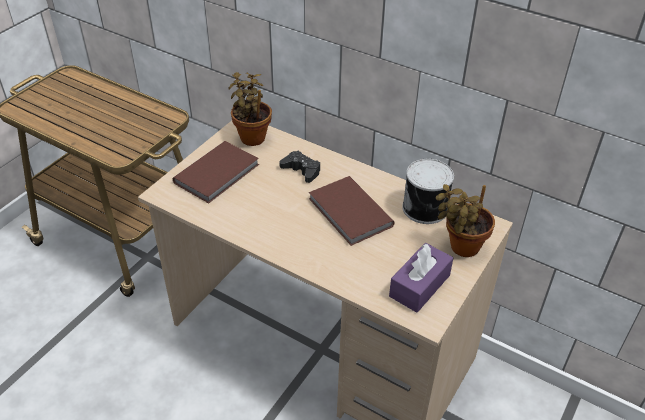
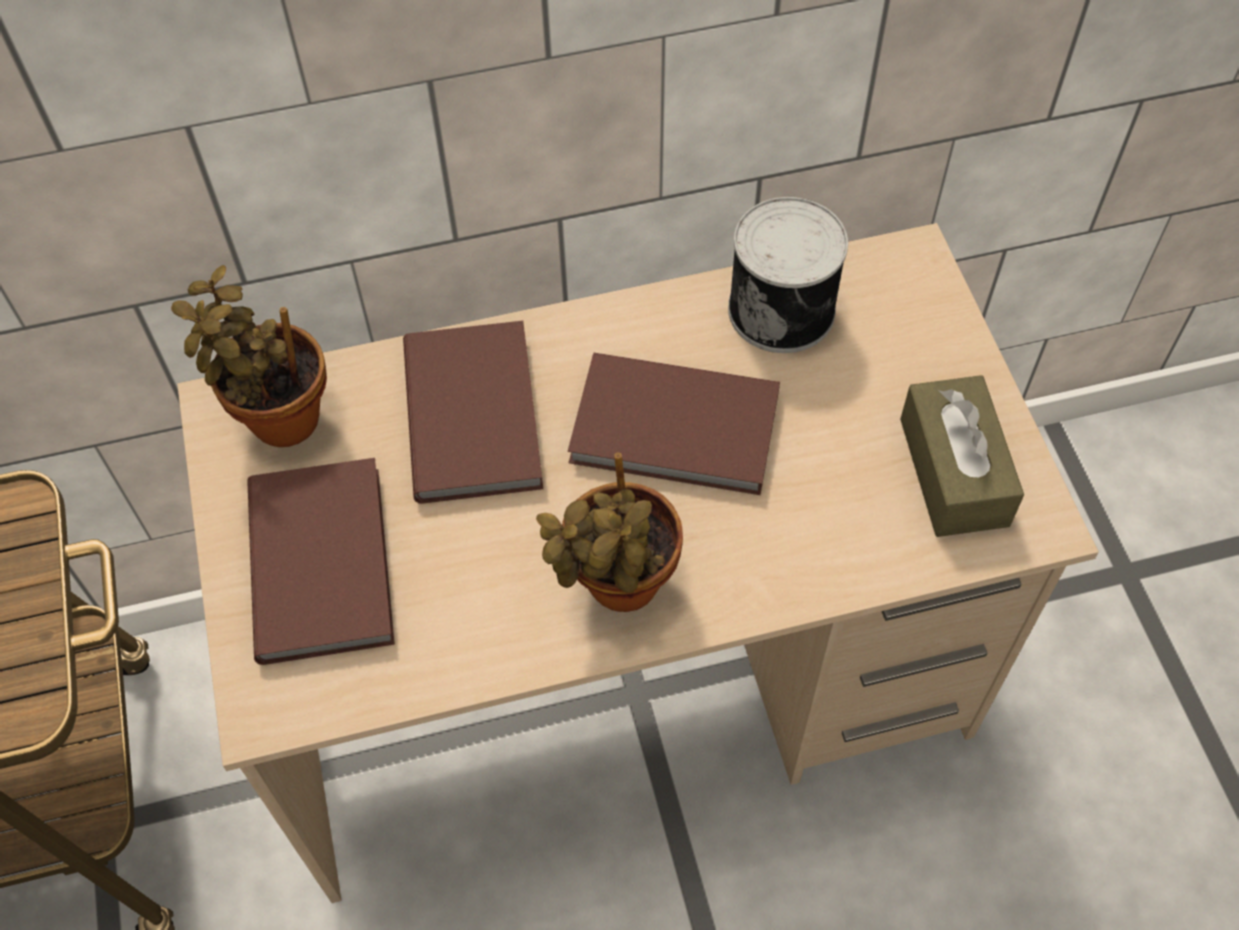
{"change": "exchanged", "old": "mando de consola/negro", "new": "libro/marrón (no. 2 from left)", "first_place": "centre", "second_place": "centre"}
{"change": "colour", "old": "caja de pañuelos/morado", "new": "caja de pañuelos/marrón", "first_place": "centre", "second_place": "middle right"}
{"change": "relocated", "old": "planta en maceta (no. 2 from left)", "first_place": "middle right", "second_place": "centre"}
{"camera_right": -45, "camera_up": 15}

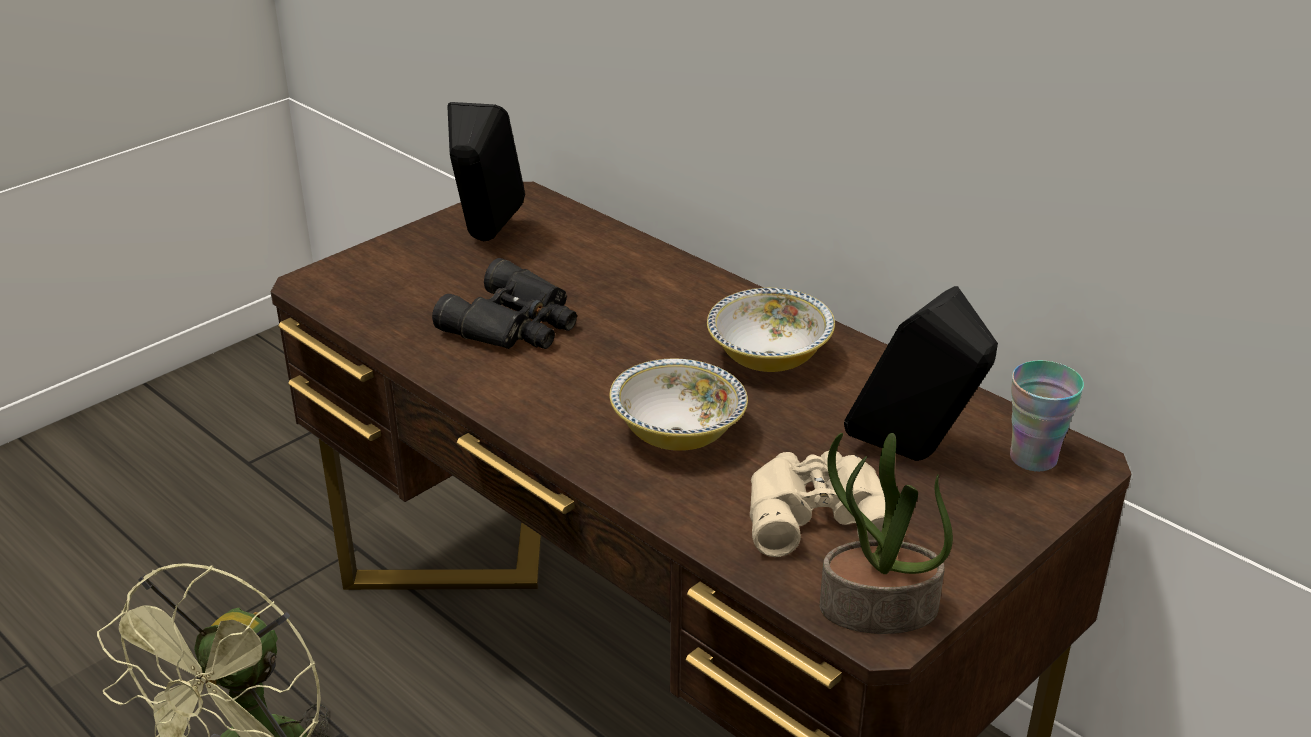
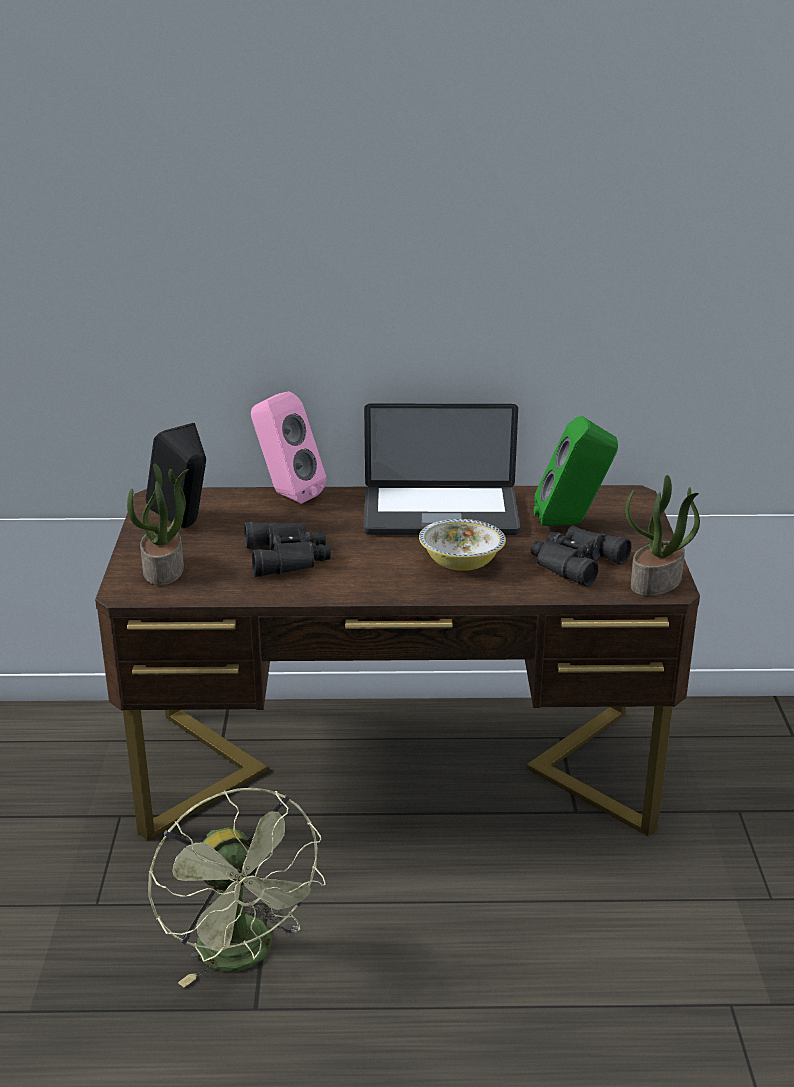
{"change": "exchanged", "old": "cuenco (no. 2 from left)", "new": "portátil", "first_place": "centre", "second_place": "centre"}
{"change": "colour", "old": "prismáticos/beis", "new": "prismáticos/negro (no. 2 from left)", "first_place": "bottom centre", "second_place": "middle right"}
{"change": "colour", "old": "altavoz/negro (no. 2 from left)", "new": "altavoz/verde", "first_place": "middle right", "second_place": "middle right"}
{"change": "missing", "old": "taza", "first_place": "middle right"}
{"change": "appeared", "new": "planta en maceta (no. 1 from left)", "second_place": "middle left"}
{"change": "appeared", "new": "altavoz/rosa", "second_place": "centre"}
{"camera_right": -45, "camera_up": -5}

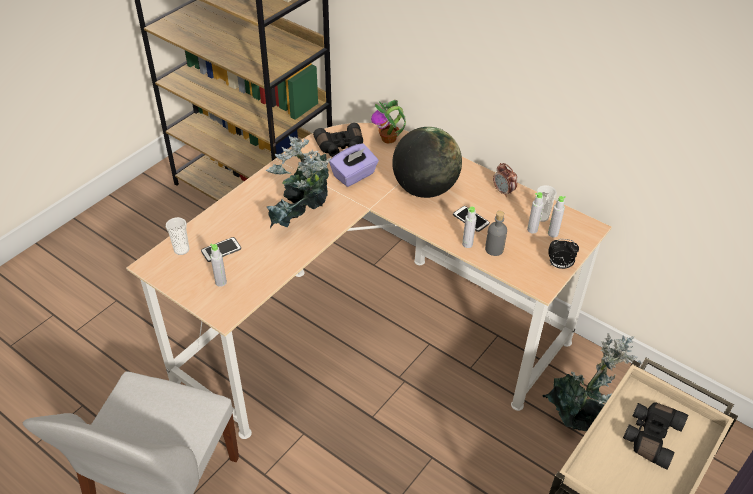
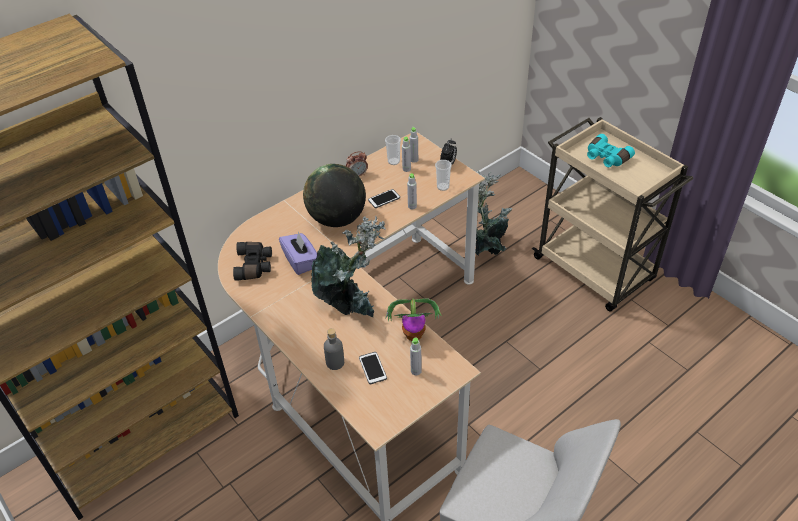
{"change": "relocated", "old": "taza (no. 1 from left in the first image)", "new": "taza (no. 2 from left)", "first_place": "middle left", "second_place": "centre"}
{"change": "relocated", "old": "planta en maceta (no. 2 from left)", "first_place": "top centre", "second_place": "centre"}
{"change": "relocated", "old": "botella/gris (no. 3 from left in the first image)", "new": "botella/gris (no. 1 from left)", "first_place": "centre", "second_place": "bottom centre"}
{"change": "colour", "old": "prismáticos/negro (no. 2 from left)", "new": "prismáticos/turquesa", "first_place": "bottom right", "second_place": "top right"}
{"camera_right": -75, "camera_up": 0}

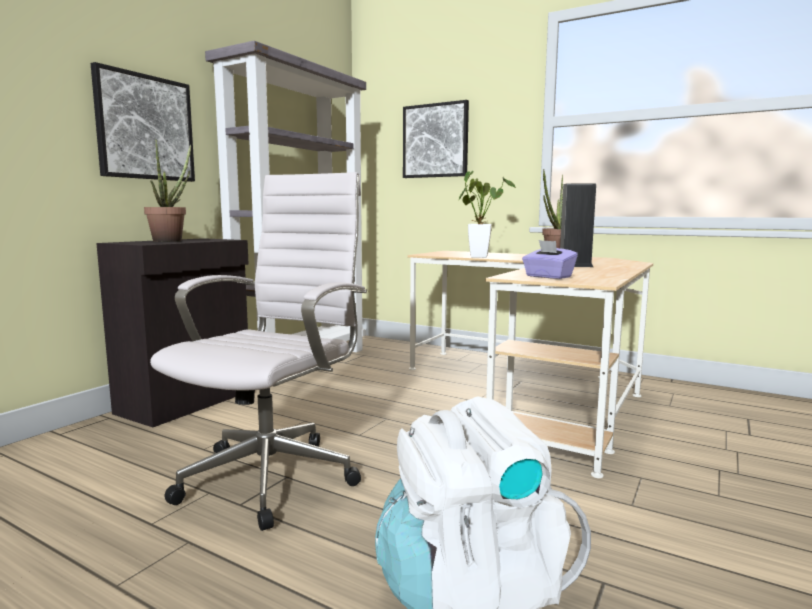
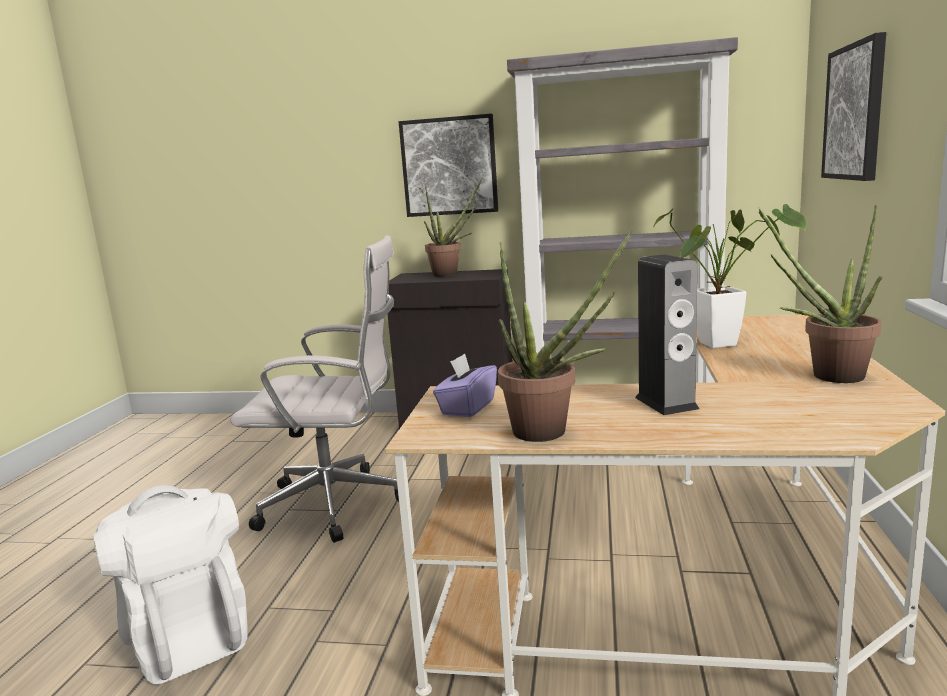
{"change": "appeared", "new": "planta en maceta (no. 2 from left)", "second_place": "centre"}
{"camera_right": 70, "camera_up": 5}

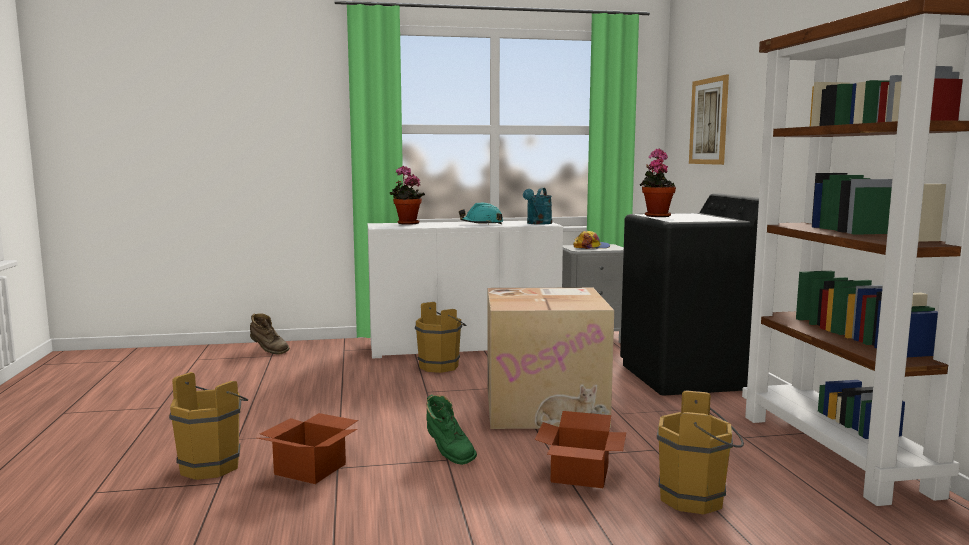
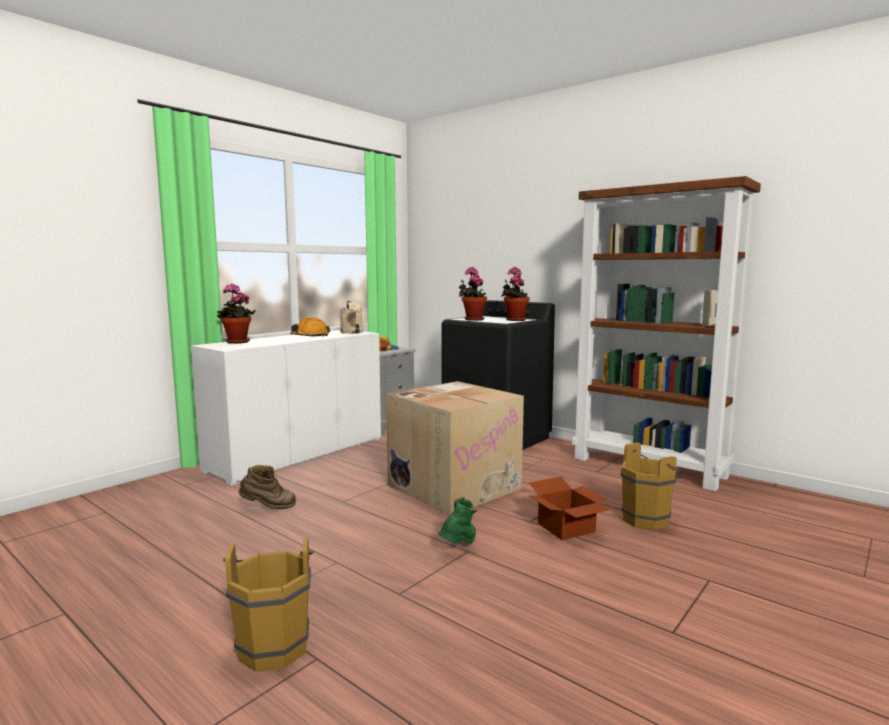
{"change": "relocated", "old": "bota/marrón", "first_place": "middle left", "second_place": "bottom left"}
{"change": "missing", "old": "caja de cartón (no. 1 from left)", "first_place": "bottom left"}
{"change": "missing", "old": "cubo/marrón (no. 2 from left)", "first_place": "centre"}
{"change": "spun", "old": "bota/verde", "first_place": "bottom centre", "second_place": "bottom centre", "degrees": -75}
{"change": "colour", "old": "casco/turquesa", "new": "casco/naranja", "first_place": "centre", "second_place": "centre"}
{"change": "colour", "old": "regadera/turquesa", "new": "regadera/beis", "first_place": "centre", "second_place": "centre"}
{"change": "missing", "old": "cuadro", "first_place": "top right"}
{"change": "appeared", "new": "planta en maceta (no. 3 from left)", "second_place": "centre"}
{"camera_right": -40, "camera_up": 0}

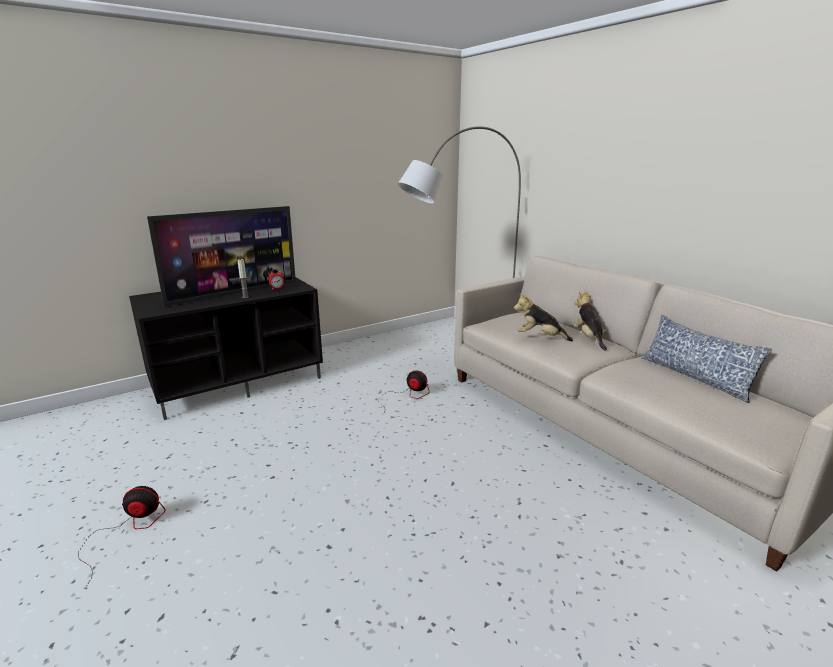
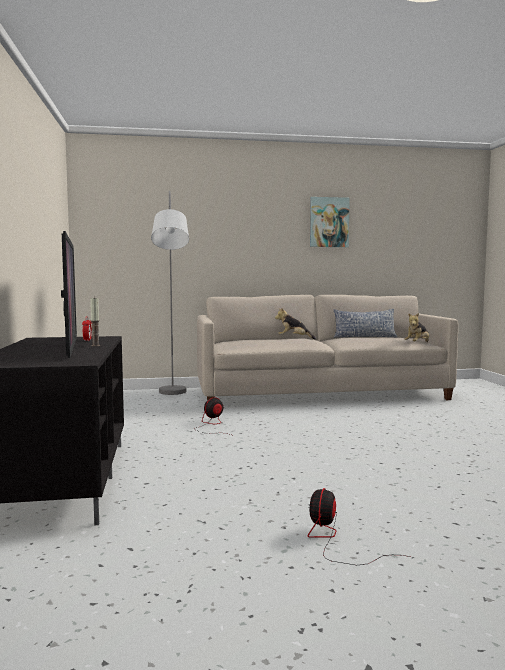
{"change": "relocated", "old": "peluche (no. 1 from left in the first image)", "new": "peluche (no. 2 from left)", "first_place": "centre", "second_place": "middle right"}
{"change": "appeared", "new": "cuadro", "second_place": "top centre"}
{"camera_right": -65, "camera_up": -15}

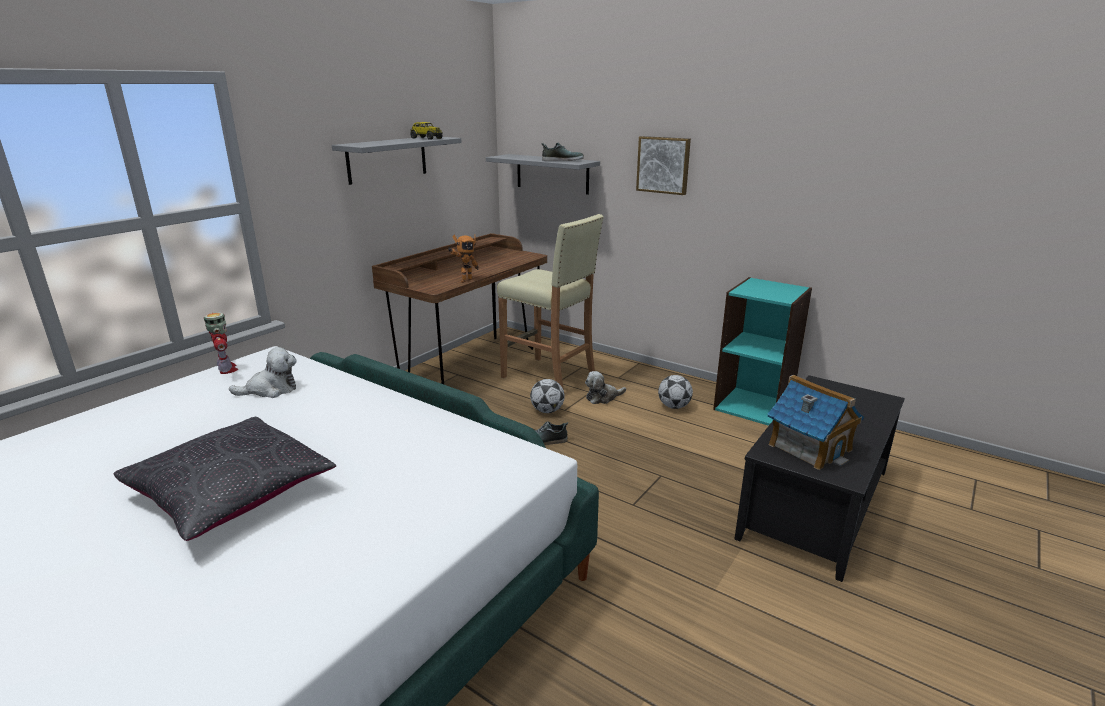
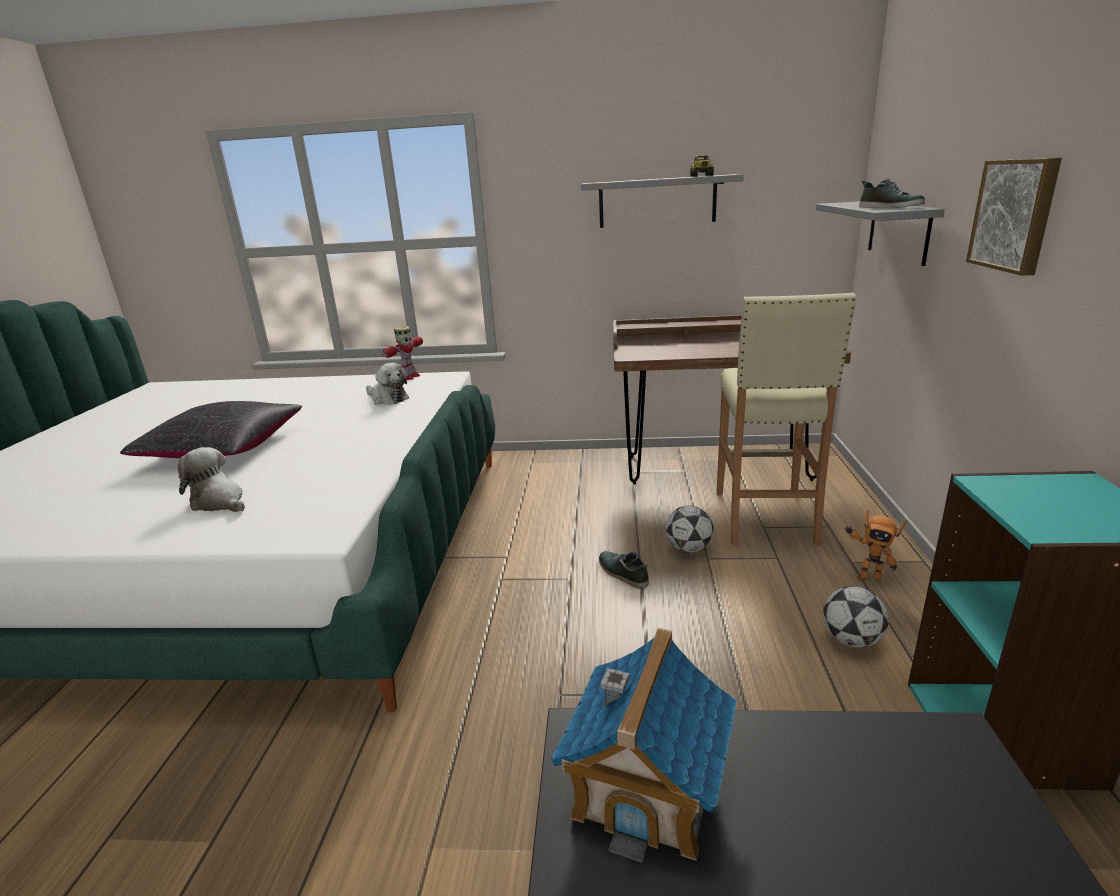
{"change": "relocated", "old": "robot de juguete (no. 2 from left)", "first_place": "centre", "second_place": "middle right"}
{"change": "relocated", "old": "peluche (no. 2 from left in the first image)", "new": "peluche (no. 1 from left)", "first_place": "centre", "second_place": "middle left"}
{"camera_right": 60, "camera_up": 0}

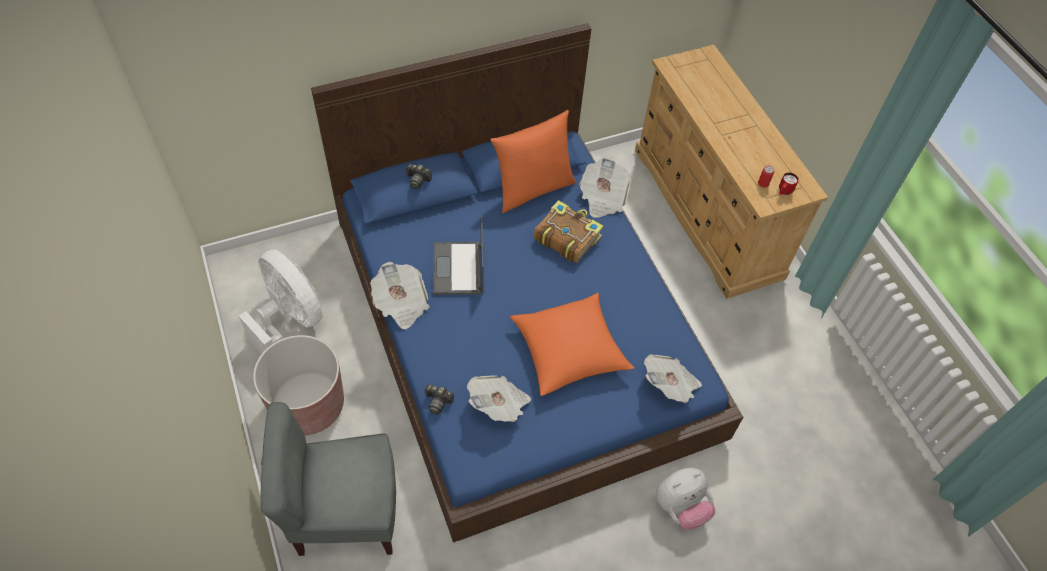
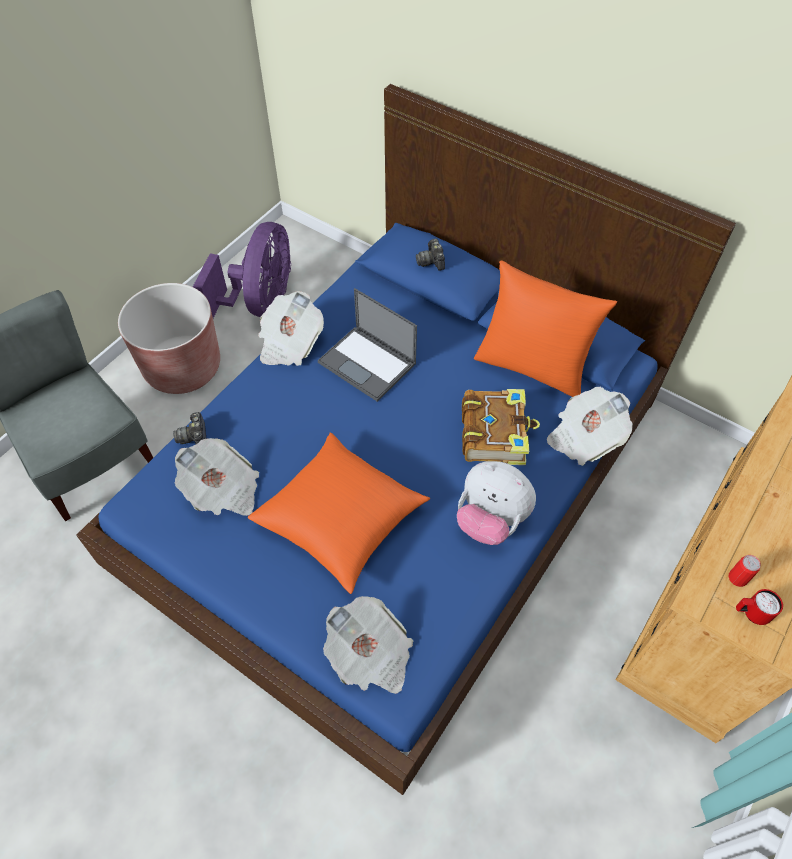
{"change": "colour", "old": "ventilador/blanco", "new": "ventilador/morado", "first_place": "middle left", "second_place": "top left"}
{"change": "spun", "old": "portátil", "first_place": "centre", "second_place": "centre", "degrees": -105}
{"change": "relocated", "old": "peluche", "first_place": "bottom centre", "second_place": "centre"}
{"camera_right": 60, "camera_up": 0}

